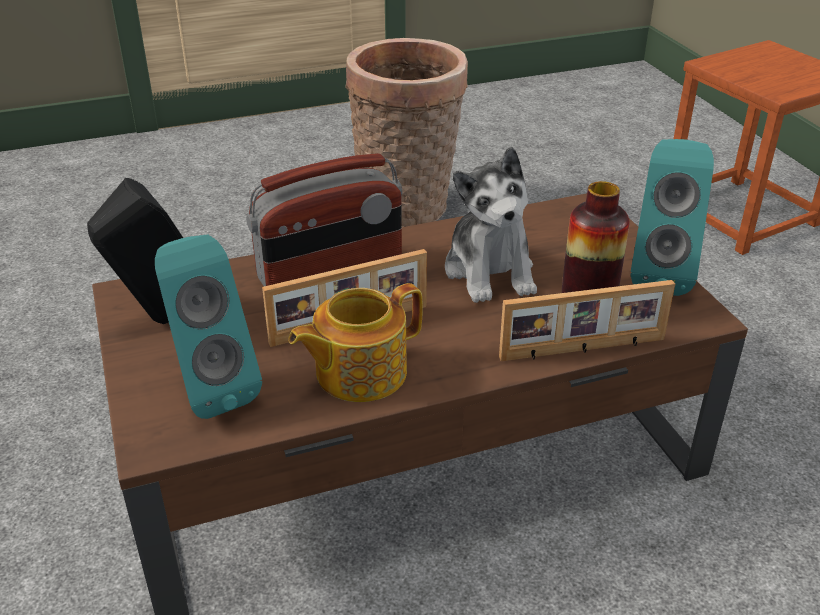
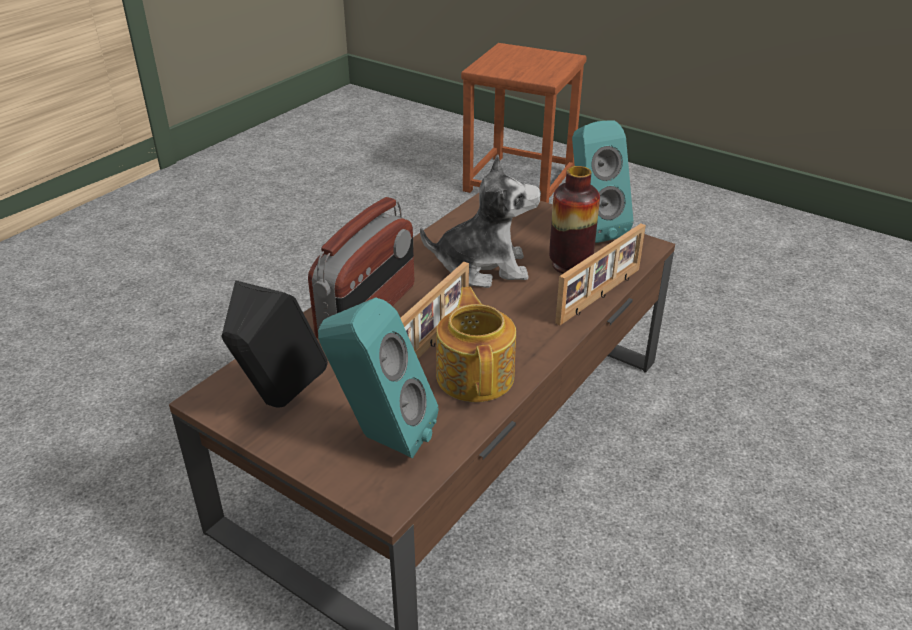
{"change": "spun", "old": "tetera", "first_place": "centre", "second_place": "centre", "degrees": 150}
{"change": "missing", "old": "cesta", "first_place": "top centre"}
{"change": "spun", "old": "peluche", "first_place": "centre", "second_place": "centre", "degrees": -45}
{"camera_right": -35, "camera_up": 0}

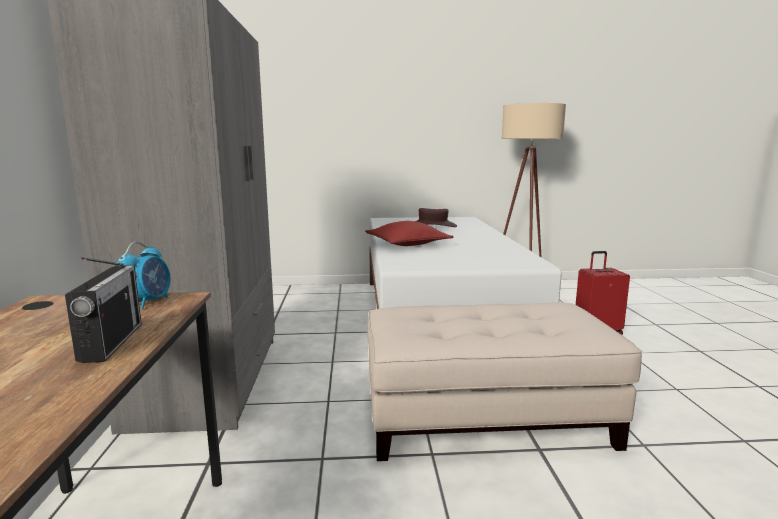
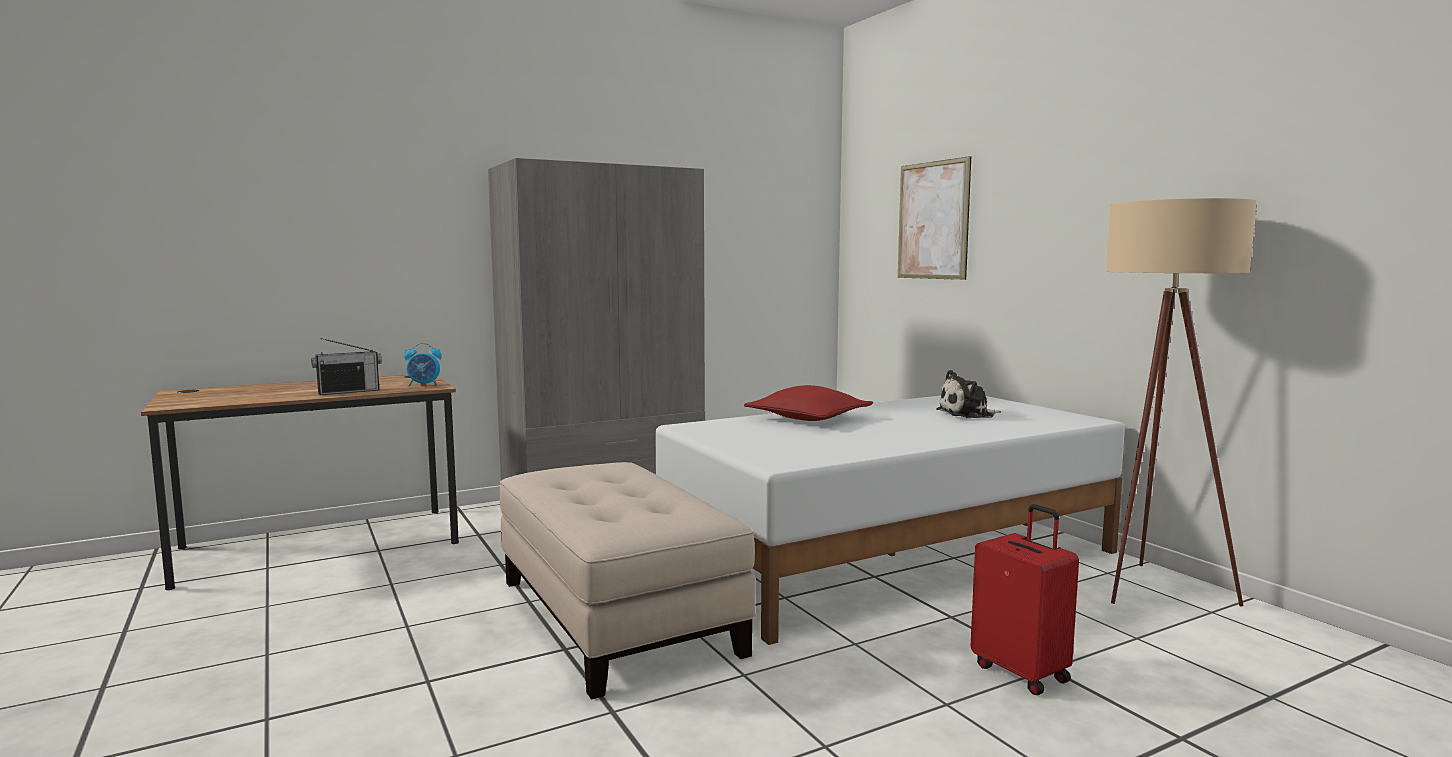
{"change": "exchanged", "old": "sombrero/marrón", "new": "peluche", "first_place": "centre", "second_place": "middle right"}
{"change": "appeared", "new": "cuadro", "second_place": "top centre"}
{"camera_right": 65, "camera_up": -5}

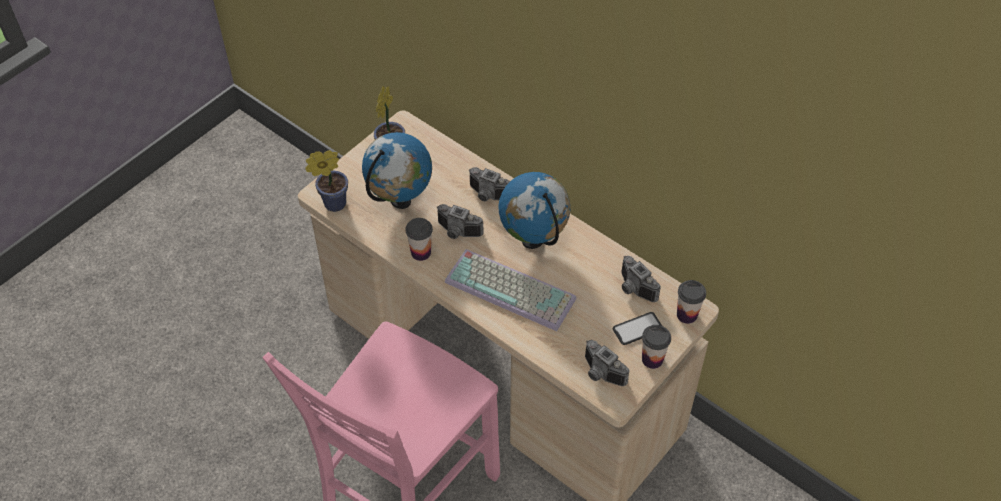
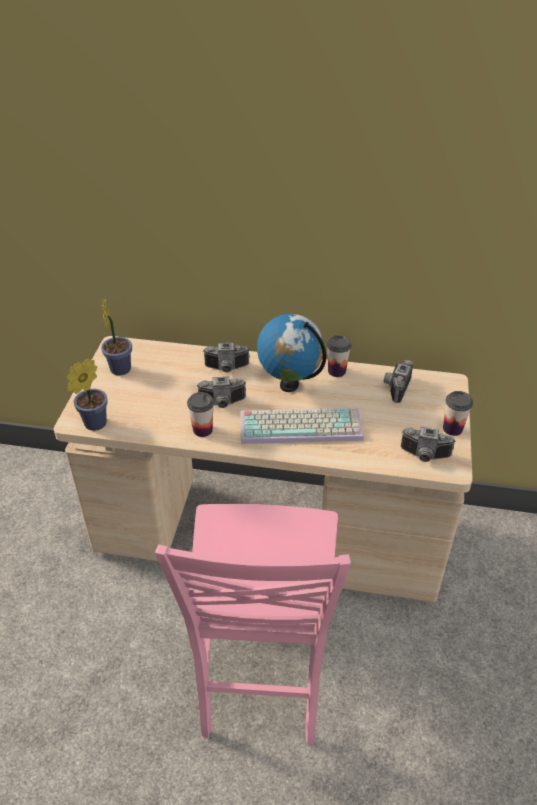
{"change": "missing", "old": "globo terráqueo (no. 1 from left)", "first_place": "centre"}
{"change": "missing", "old": "móvil", "first_place": "centre"}
{"change": "spun", "old": "cámara (no. 4 from left in the first image)", "first_place": "centre", "second_place": "middle right", "degrees": 90}
{"change": "relocated", "old": "taza (no. 3 from left in the first image)", "new": "taza (no. 2 from left)", "first_place": "middle right", "second_place": "centre"}
{"camera_right": -30, "camera_up": -10}

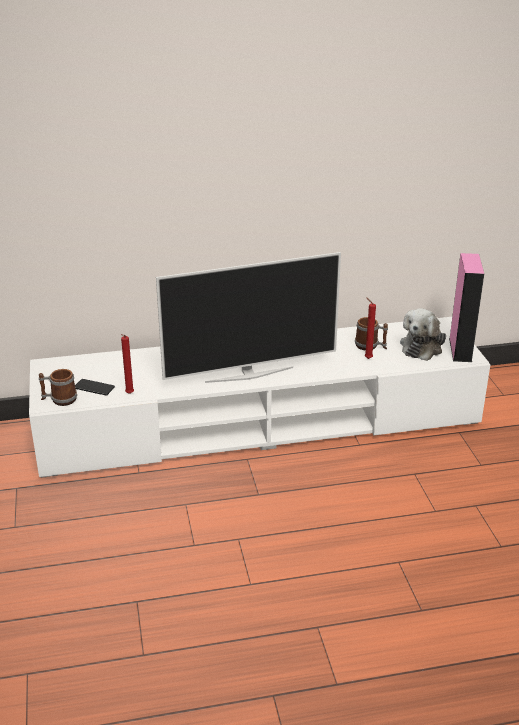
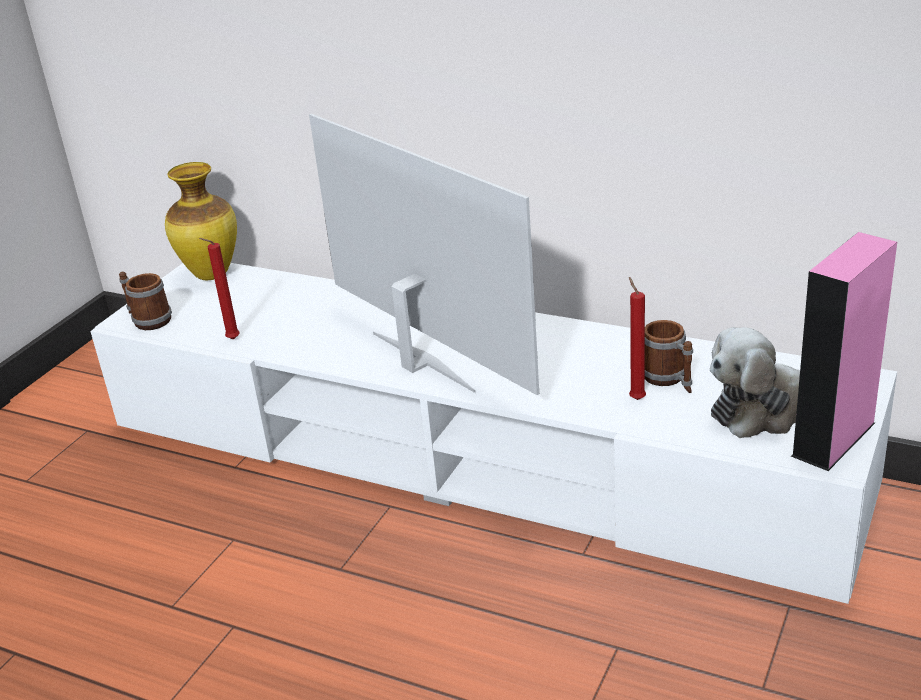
{"change": "missing", "old": "móvil", "first_place": "middle left"}
{"change": "spun", "old": "televisor", "first_place": "centre", "second_place": "centre", "degrees": -150}
{"change": "appeared", "new": "florero", "second_place": "top left"}
{"camera_right": 40, "camera_up": 0}

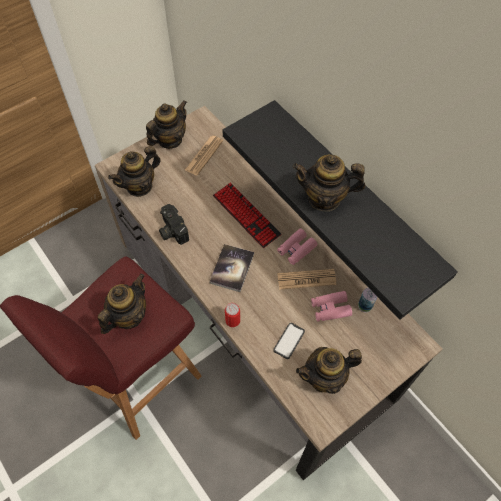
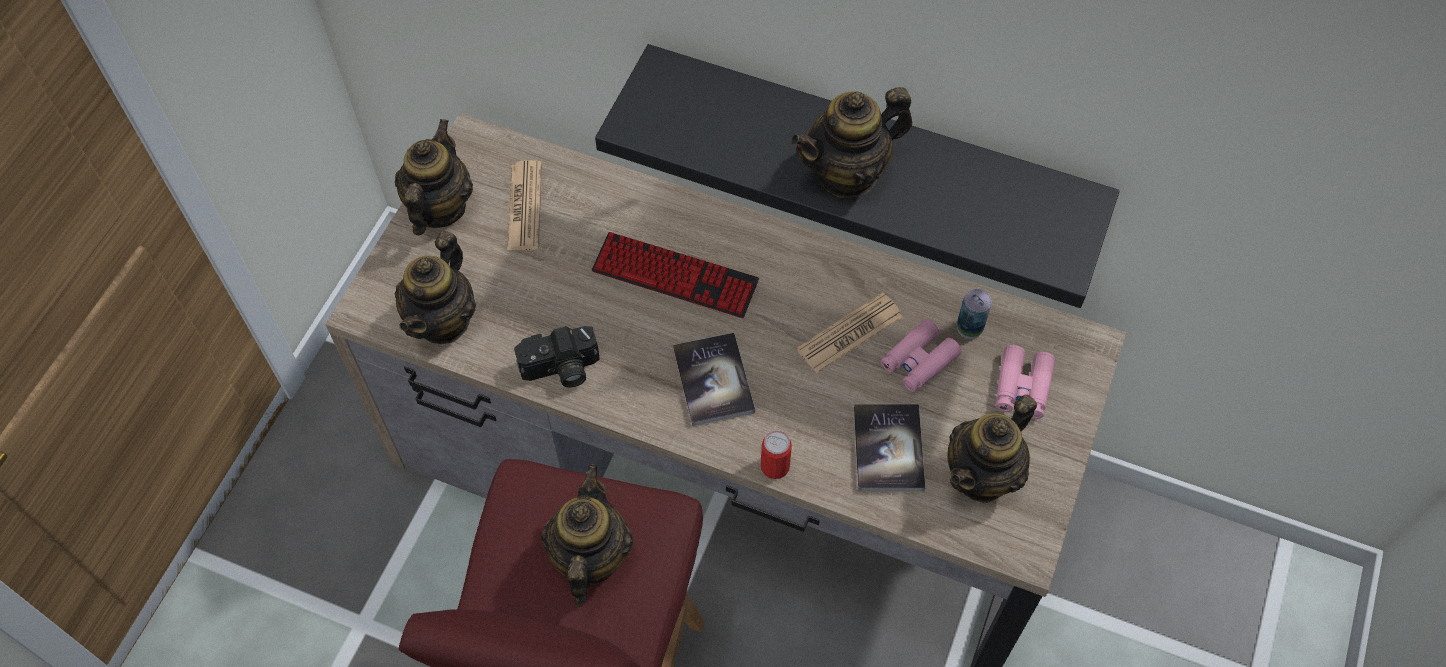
{"change": "spun", "old": "cámara", "first_place": "centre", "second_place": "centre", "degrees": -45}
{"change": "exchanged", "old": "móvil", "new": "libro (no. 2 from left)", "first_place": "bottom centre", "second_place": "bottom centre"}
{"change": "relocated", "old": "prismáticos/rosa (no. 1 from left in the first image)", "new": "prismáticos/rosa (no. 2 from left)", "first_place": "centre", "second_place": "middle right"}
{"camera_right": -30, "camera_up": 0}

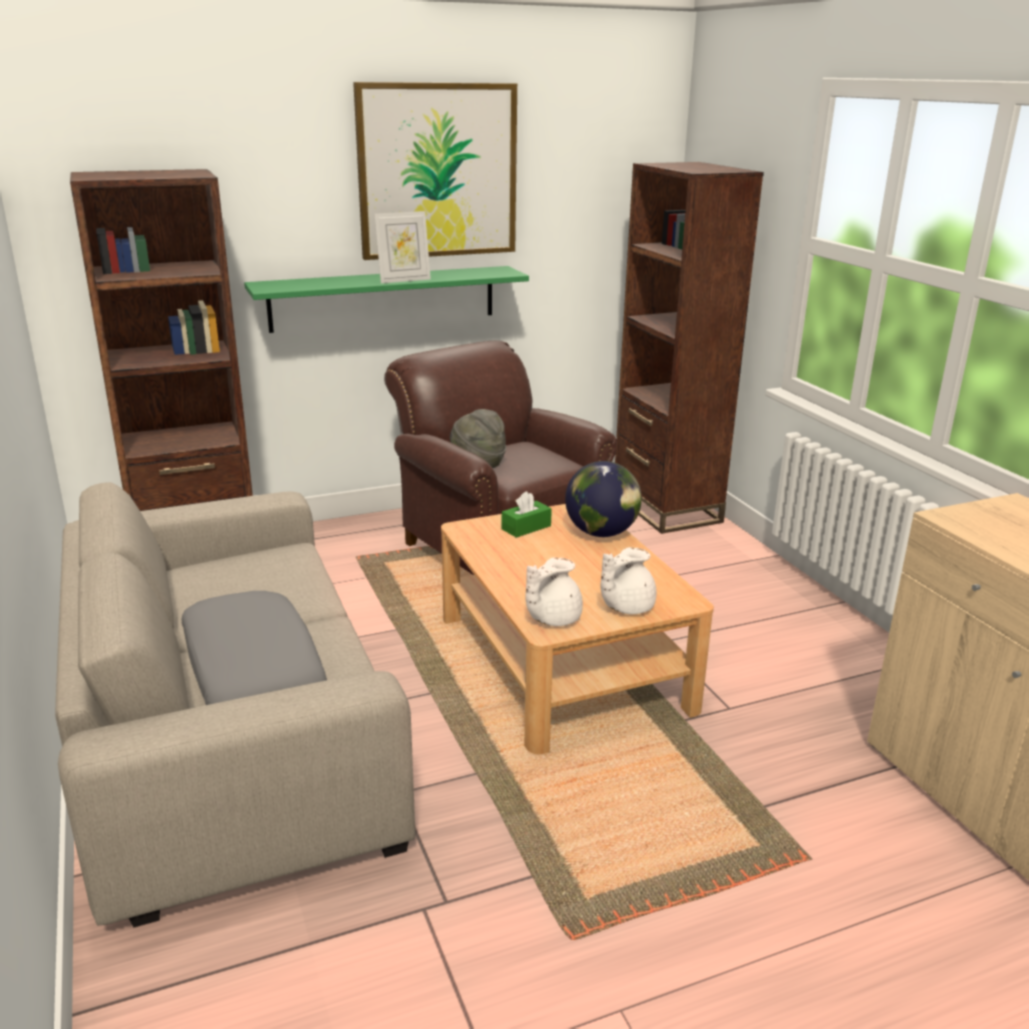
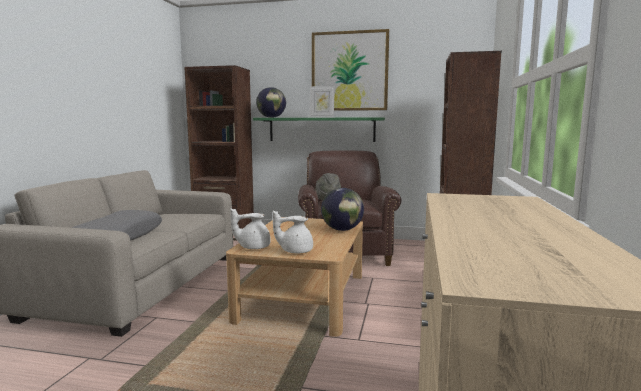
{"change": "missing", "old": "caja de pañuelos/verde", "first_place": "centre"}
{"change": "appeared", "new": "globo terráqueo (no. 1 from left)", "second_place": "top centre"}
{"camera_right": 35, "camera_up": -15}

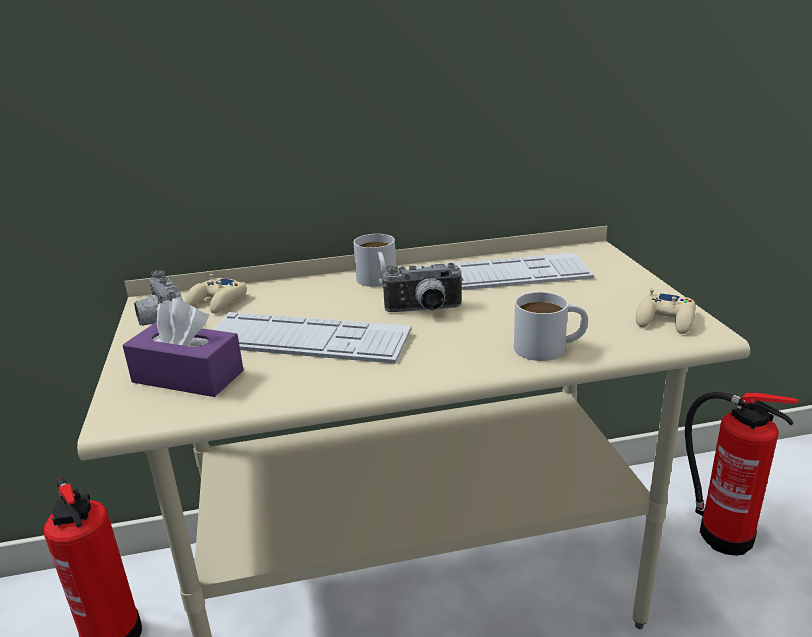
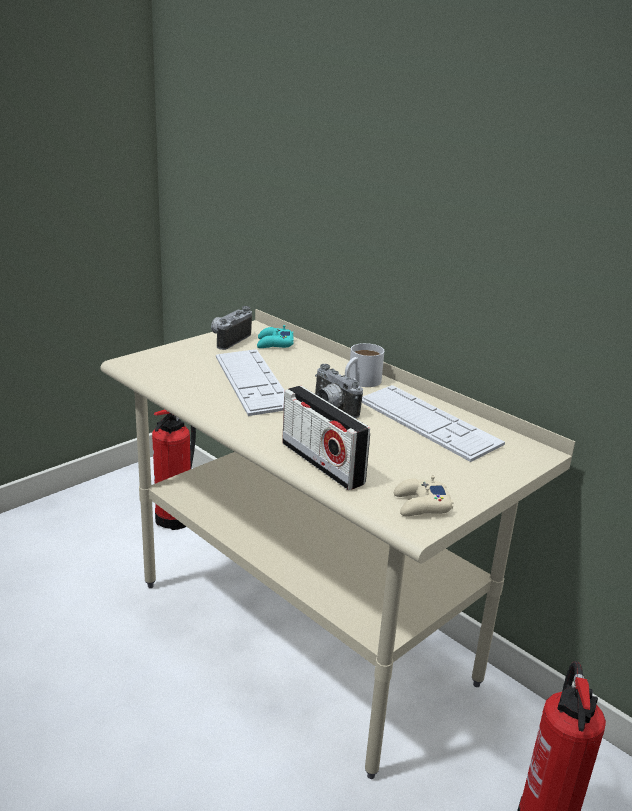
{"change": "missing", "old": "caja de pañuelos/morado", "first_place": "middle left"}
{"change": "colour", "old": "mando de consola/beis (no. 1 from left)", "new": "mando de consola/turquesa", "first_place": "middle left", "second_place": "centre"}
{"change": "exchanged", "old": "taza grande/blanco (no. 2 from left)", "new": "radio", "first_place": "middle right", "second_place": "centre"}
{"camera_right": 55, "camera_up": 0}

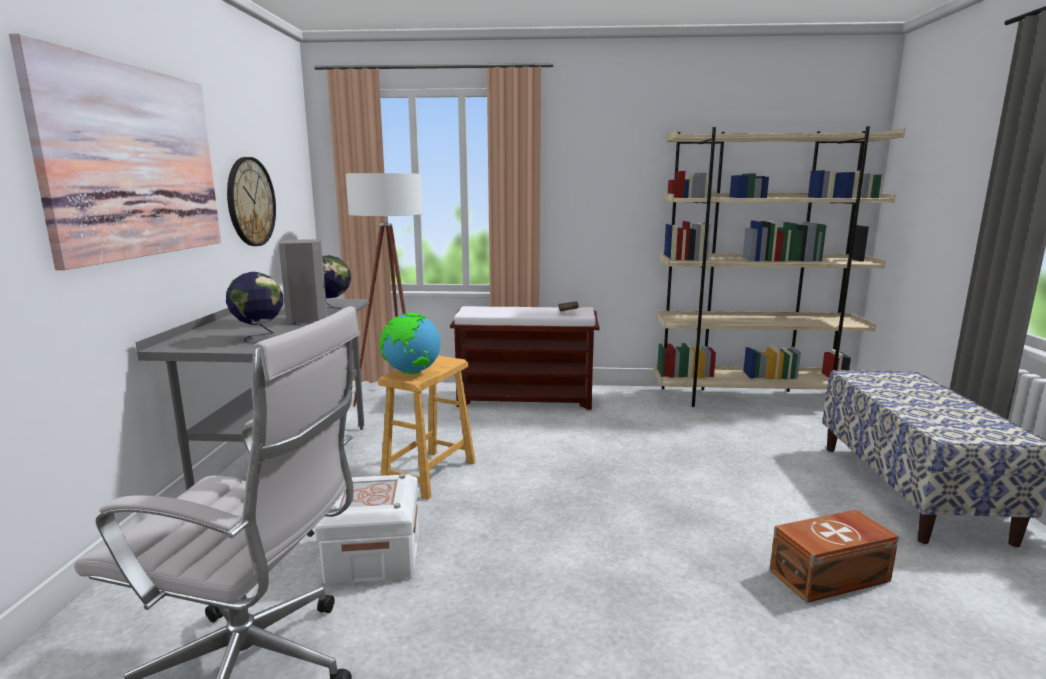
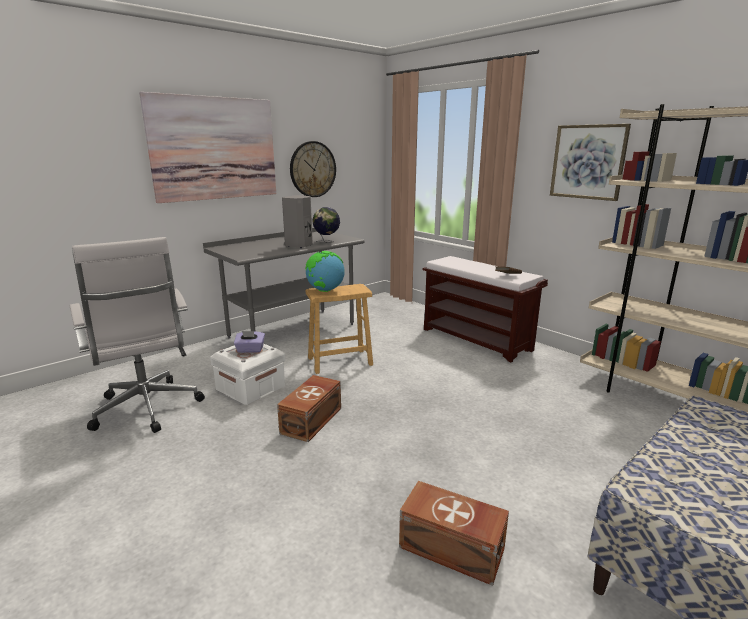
{"change": "missing", "old": "globo terráqueo (no. 1 from left)", "first_place": "middle left"}
{"change": "missing", "old": "lámpara de pie/blanco", "first_place": "centre"}
{"change": "appeared", "new": "caja de pañuelos/morado", "second_place": "middle left"}
{"change": "appeared", "new": "caja de almacenaje/marrón (no. 1 from left)", "second_place": "centre"}
{"change": "appeared", "new": "cuadro (no. 2 from left)", "second_place": "top right"}
{"camera_right": 45, "camera_up": 5}

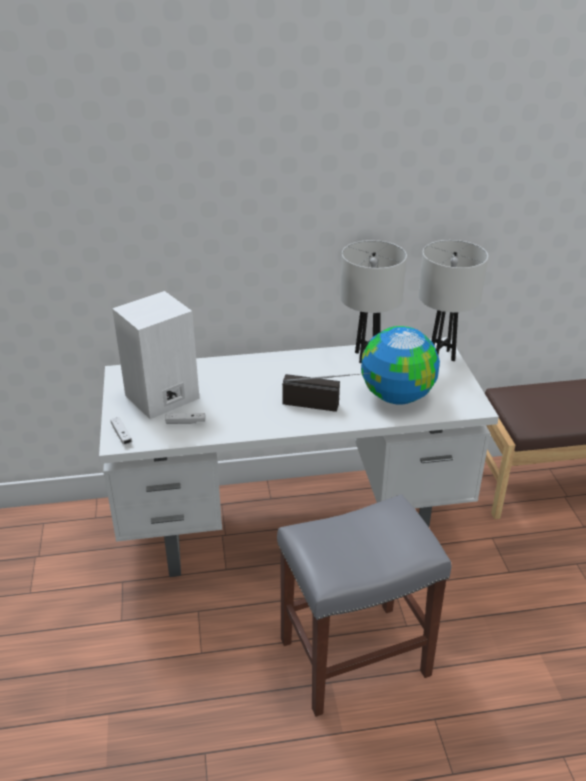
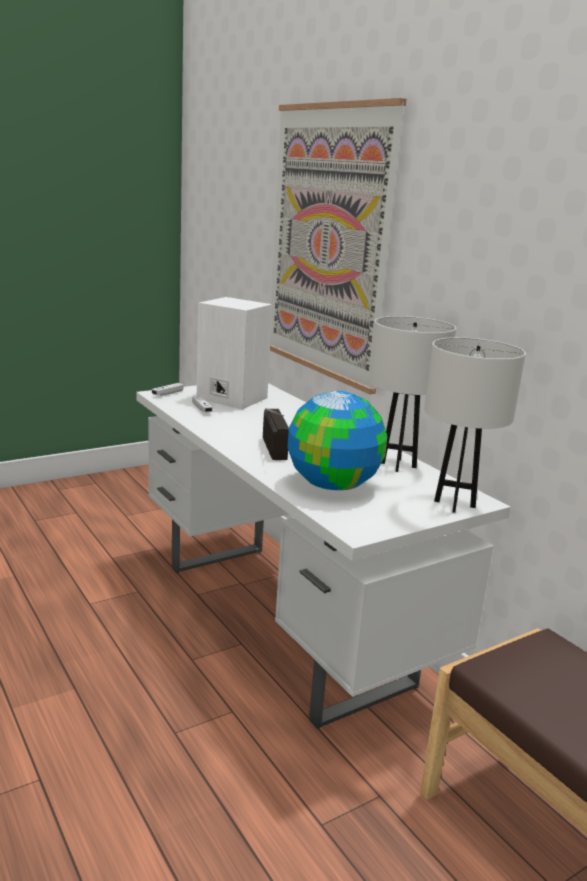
{"change": "missing", "old": "taburete/gris", "first_place": "bottom centre"}
{"change": "appeared", "new": "cuadro", "second_place": "top centre"}
{"camera_right": 65, "camera_up": -15}

